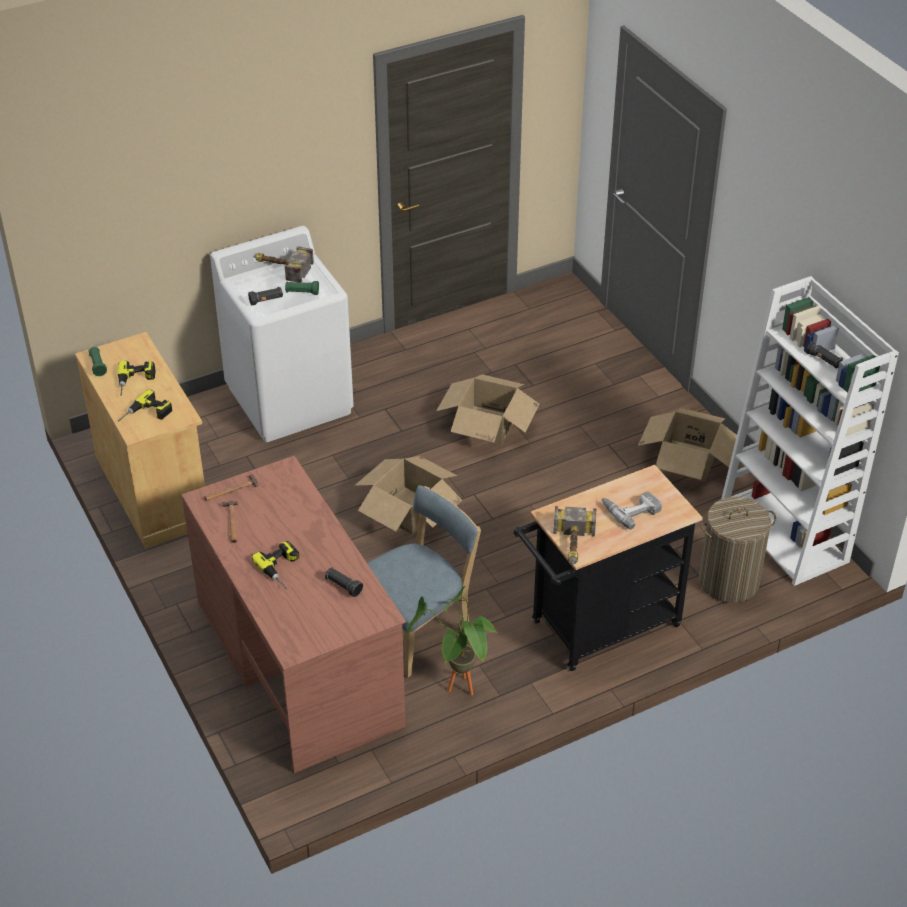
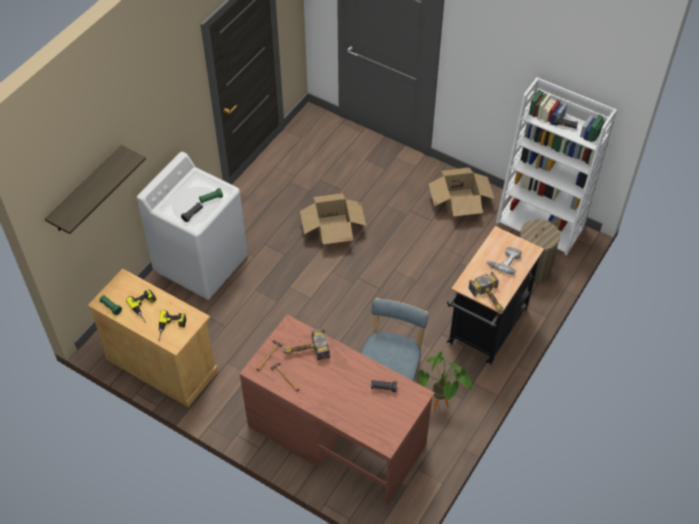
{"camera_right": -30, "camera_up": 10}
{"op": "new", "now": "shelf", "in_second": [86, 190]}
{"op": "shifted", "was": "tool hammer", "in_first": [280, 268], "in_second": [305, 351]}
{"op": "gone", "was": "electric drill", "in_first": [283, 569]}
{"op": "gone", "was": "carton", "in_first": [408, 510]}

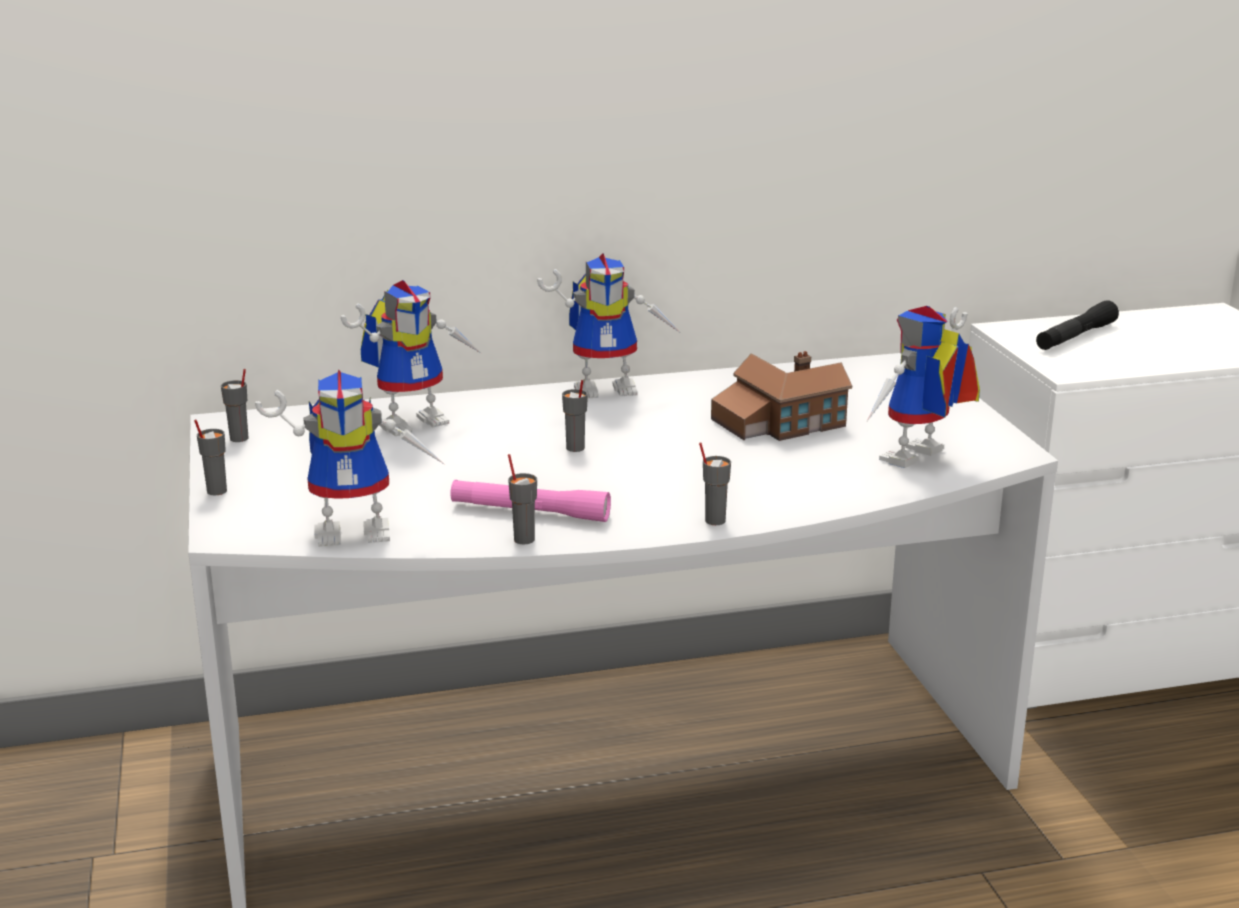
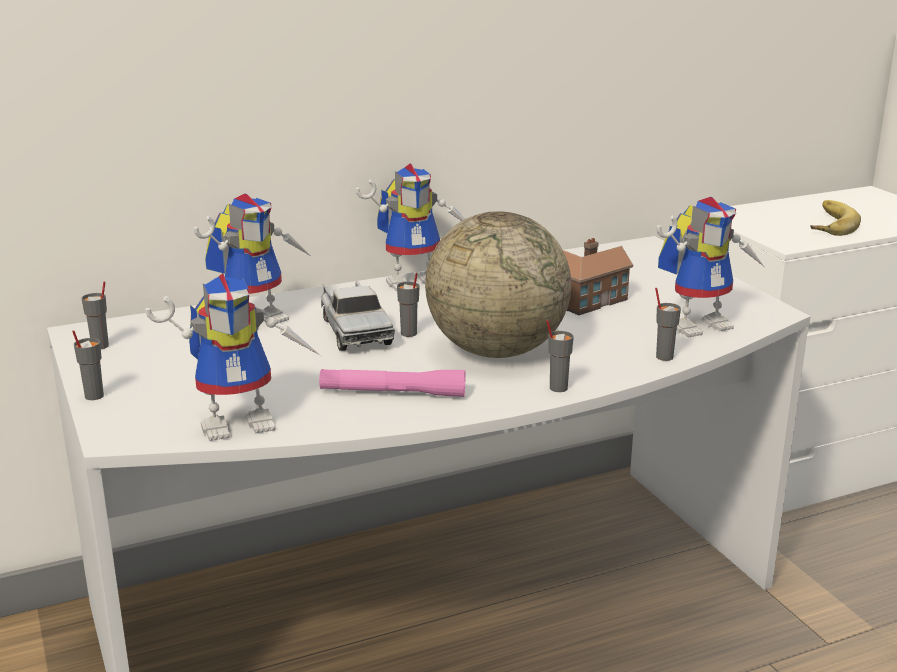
{"camera_right": -10, "camera_up": 0}
{"op": "new", "now": "toy lorry", "in_second": [354, 330]}
{"op": "new", "now": "desk globe", "in_second": [496, 351]}
{"op": "shifted", "was": "grey cup", "in_first": [524, 539], "in_second": [664, 357]}
{"op": "rotated", "was": "model robot", "in_first": [917, 461], "in_second": [700, 324], "clockwise": -150}
{"op": "new", "now": "whole banana", "in_second": [827, 224]}
{"op": "gone", "was": "blackish flashlight", "in_first": [1075, 337]}

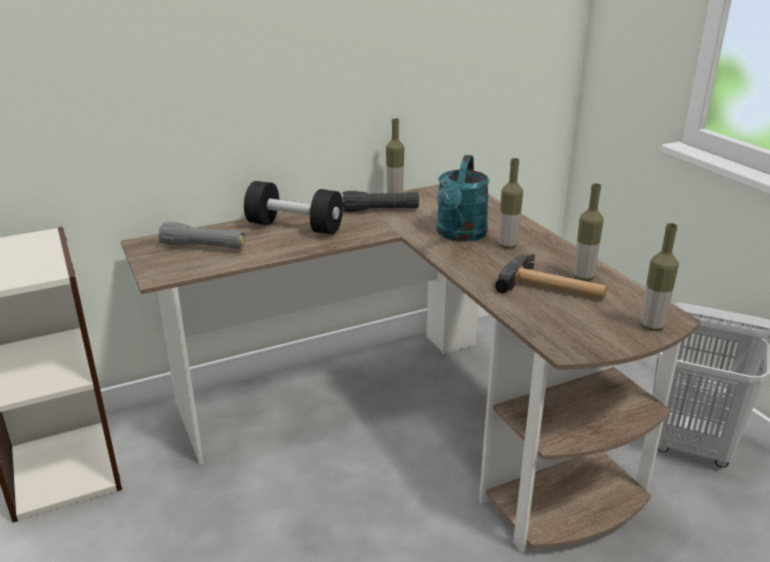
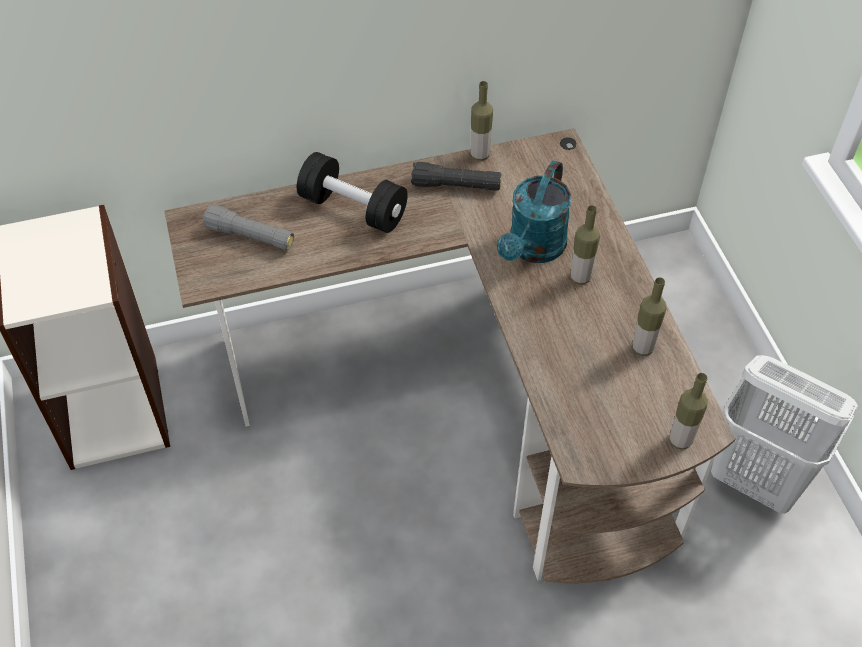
{"camera_right": 10, "camera_up": 25}
{"op": "gone", "was": "tool hammer", "in_first": [553, 288]}

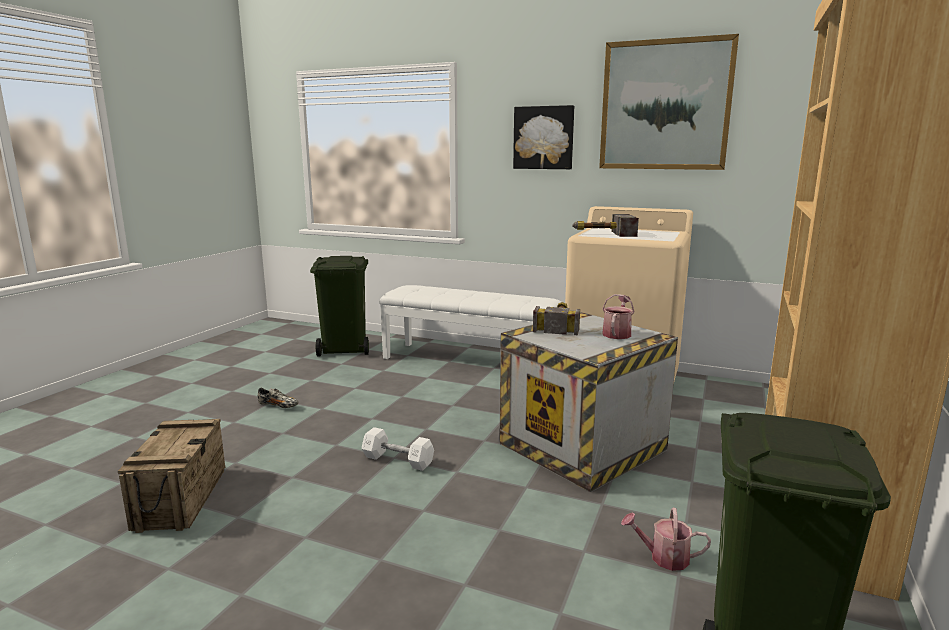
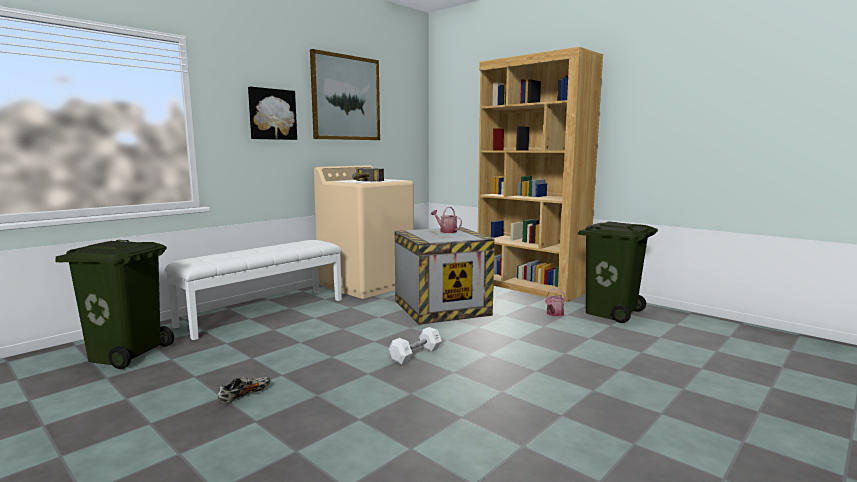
{"camera_right": -70, "camera_up": -5}
{"op": "gone", "was": "crate", "in_first": [180, 498]}
{"op": "gone", "was": "tool hammer", "in_first": [559, 324]}

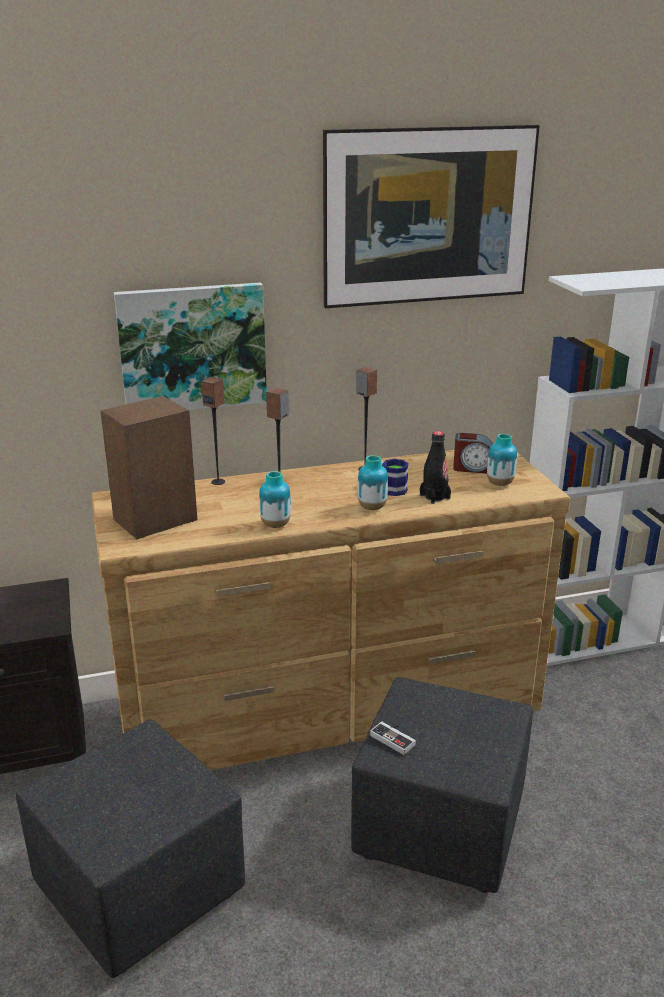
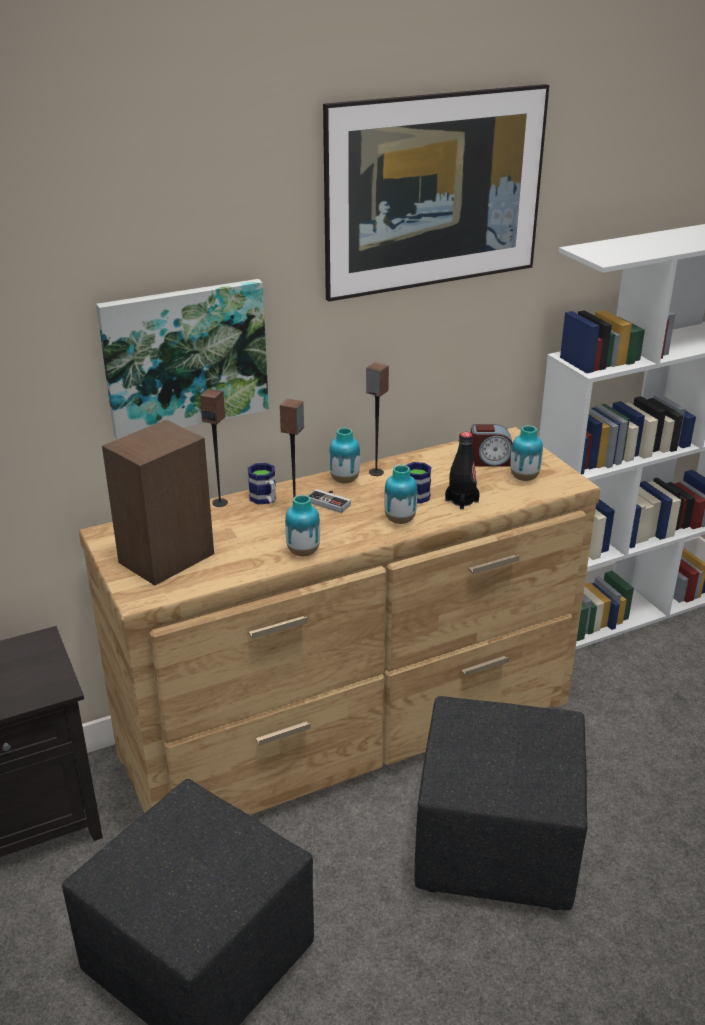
{"camera_right": -10, "camera_up": 5}
{"op": "new", "now": "tea mug", "in_second": [265, 500]}
{"op": "shifted", "was": "joypad", "in_first": [395, 738], "in_second": [331, 501]}
{"op": "new", "now": "flower vase", "in_second": [344, 480]}

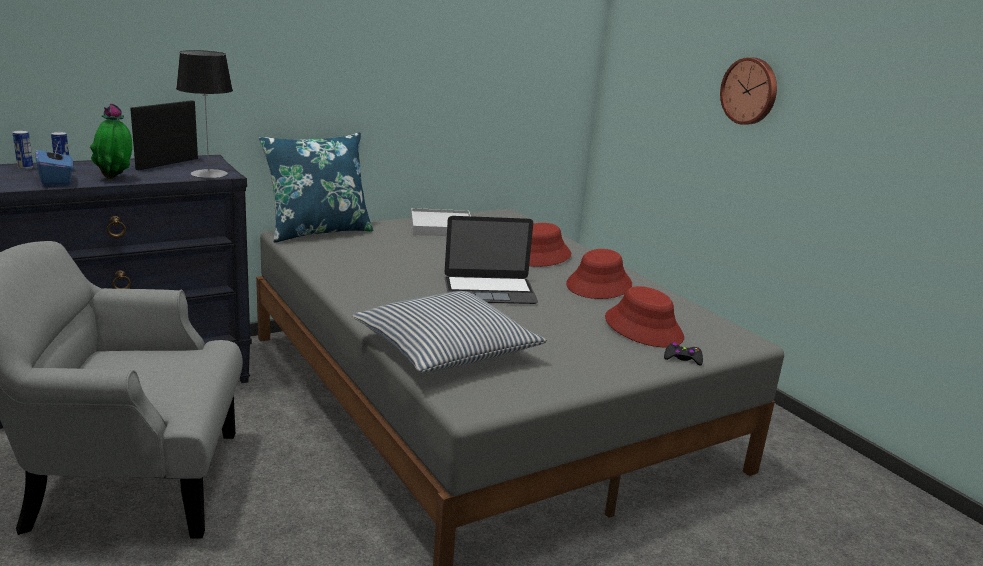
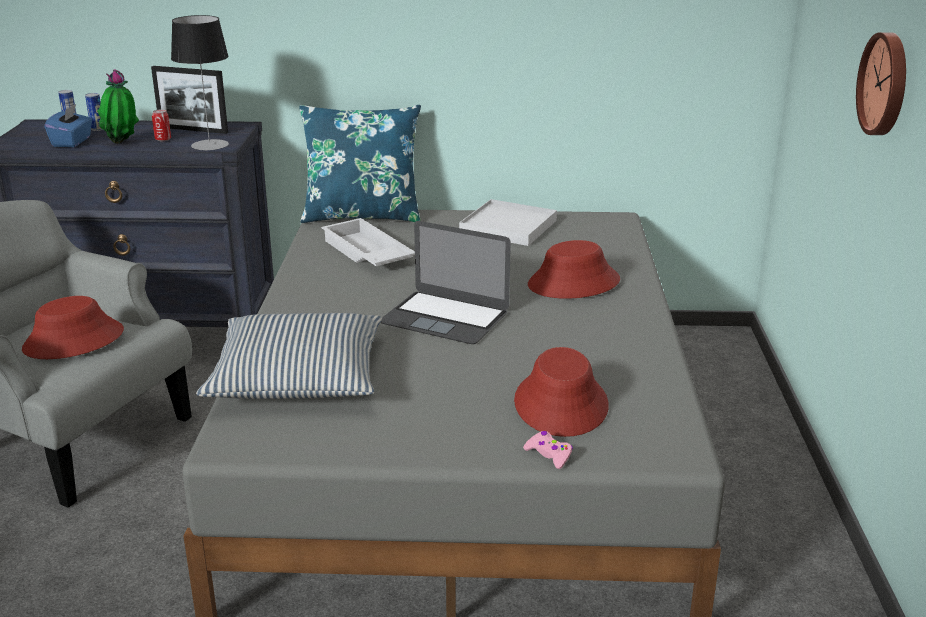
{"camera_right": 35, "camera_up": 5}
{"op": "shifted", "was": "reddish clothing hat", "in_first": [599, 285], "in_second": [74, 340]}
{"op": "rotated", "was": "photo frame", "in_first": [167, 164], "in_second": [193, 130], "clockwise": -135}
{"op": "new", "now": "metal can", "in_second": [163, 139]}
{"op": "new", "now": "whitish serving tray", "in_second": [365, 253]}
{"op": "repainted", "was": "blackish joypad", "now": "pink joypad", "in_first": [682, 359], "in_second": [549, 454]}

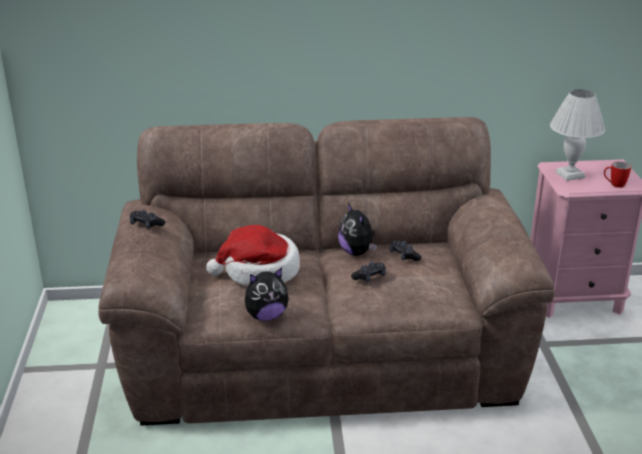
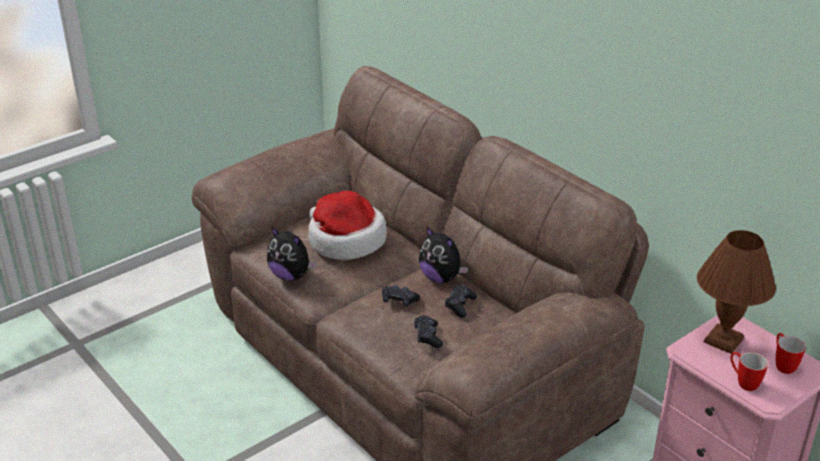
{"camera_right": 55, "camera_up": 5}
{"op": "shifted", "was": "blackish joypad", "in_first": [146, 225], "in_second": [428, 336]}
{"op": "rotated", "was": "soft toy", "in_first": [357, 252], "in_second": [441, 278], "clockwise": -75}
{"op": "repainted", "was": "whitish lamp for a table", "now": "brown lamp for a table", "in_first": [569, 175], "in_second": [722, 340]}
{"op": "new", "now": "tea mug", "in_second": [782, 364]}

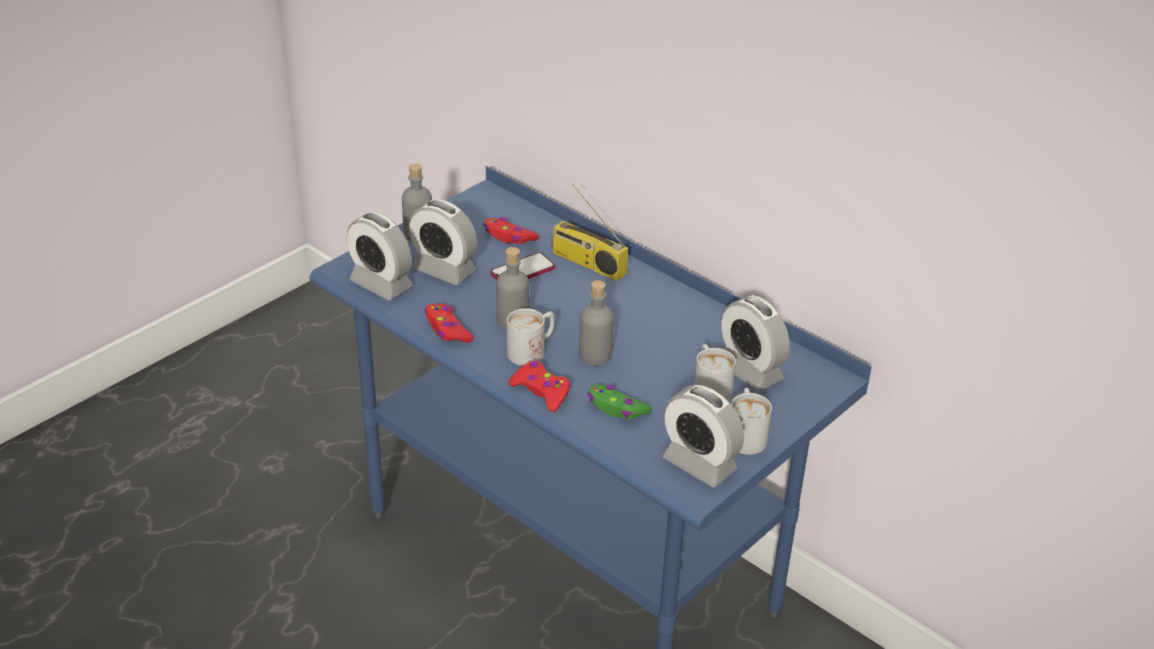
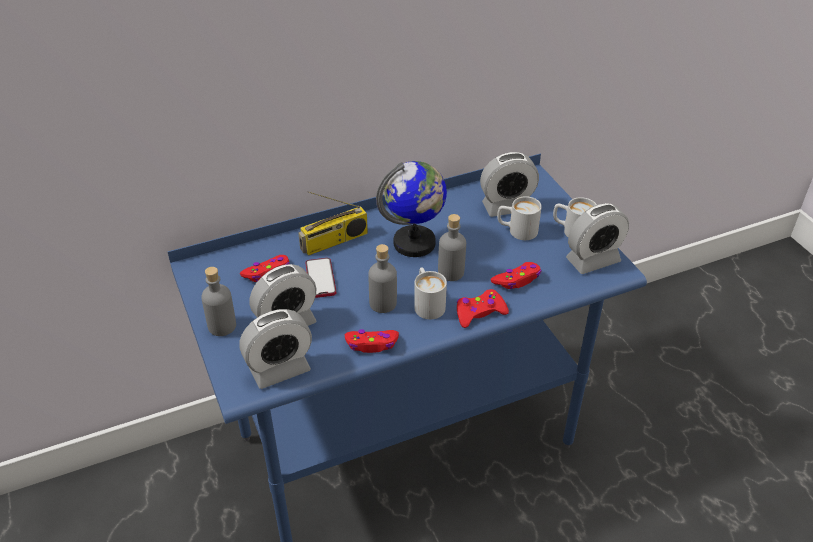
{"camera_right": -65, "camera_up": 5}
{"op": "new", "now": "desk globe", "in_second": [415, 243]}
{"op": "repainted", "was": "green joypad", "now": "reddish joypad", "in_first": [617, 408], "in_second": [517, 280]}

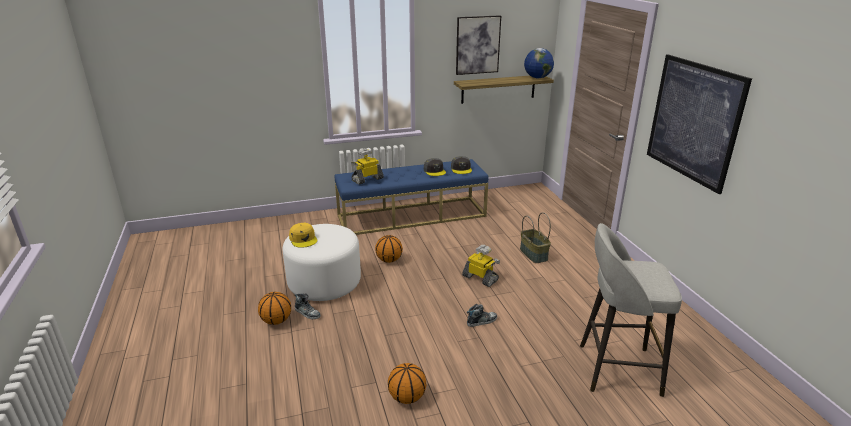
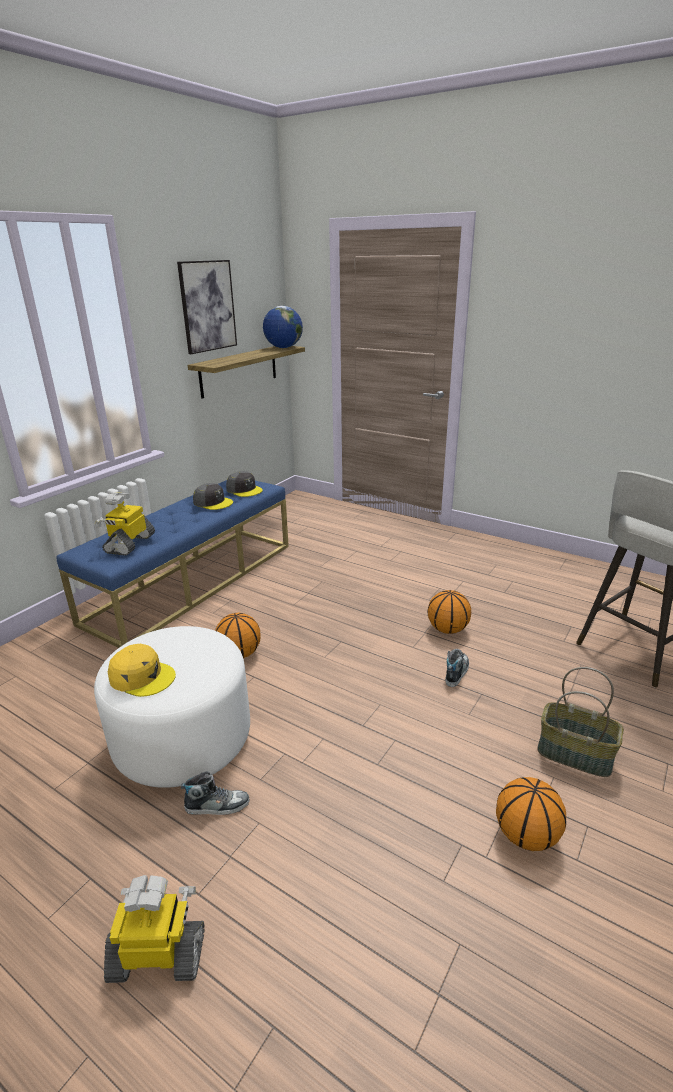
{"camera_right": -40, "camera_up": 0}
{"op": "shifted", "was": "model robot", "in_first": [480, 278], "in_second": [159, 954]}
{"op": "shifted", "was": "ball for basketball", "in_first": [276, 321], "in_second": [447, 630]}
{"op": "shifted", "was": "storage basket", "in_first": [534, 254], "in_second": [575, 754]}
{"op": "gone", "was": "wall picture", "in_first": [693, 121]}

